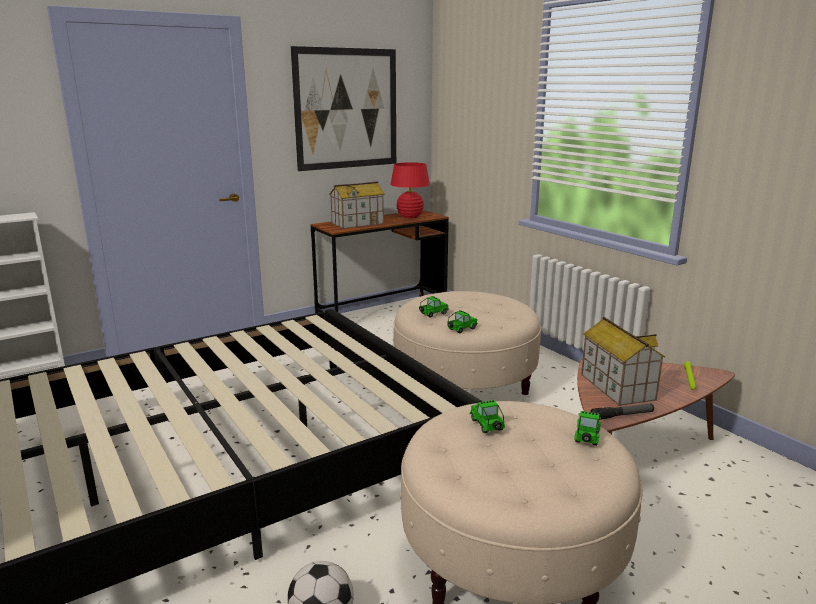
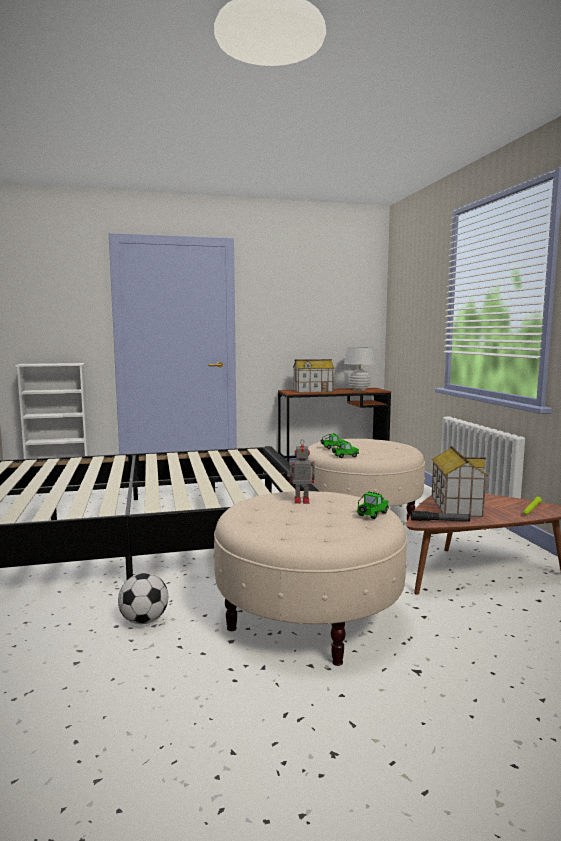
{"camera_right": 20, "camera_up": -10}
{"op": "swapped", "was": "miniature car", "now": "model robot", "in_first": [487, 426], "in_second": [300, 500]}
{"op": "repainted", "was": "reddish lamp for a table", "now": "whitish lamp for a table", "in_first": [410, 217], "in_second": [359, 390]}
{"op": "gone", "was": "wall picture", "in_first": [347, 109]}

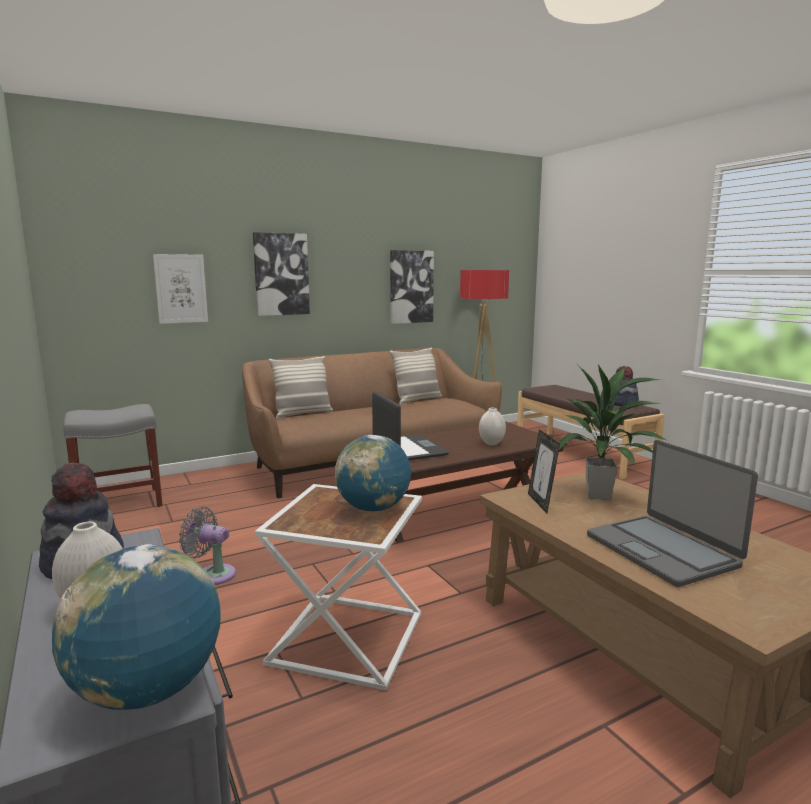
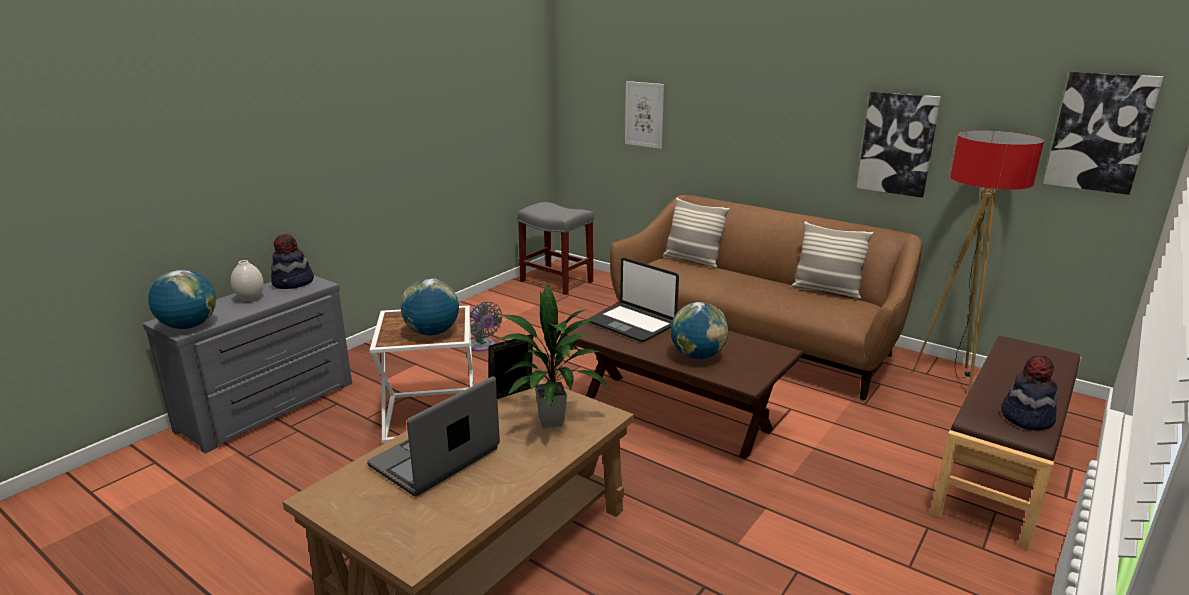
{"camera_right": 65, "camera_up": 10}
{"op": "rotated", "was": "grey cooling fan", "in_first": [212, 574], "in_second": [482, 346], "clockwise": 150}
{"op": "rotated", "was": "portable computer", "in_first": [408, 449], "in_second": [632, 323], "clockwise": 90}
{"op": "swapped", "was": "whitish flower vase", "now": "desk globe", "in_first": [491, 443], "in_second": [697, 356]}
{"op": "shifted", "was": "wall picture", "in_first": [281, 274], "in_second": [1100, 132]}

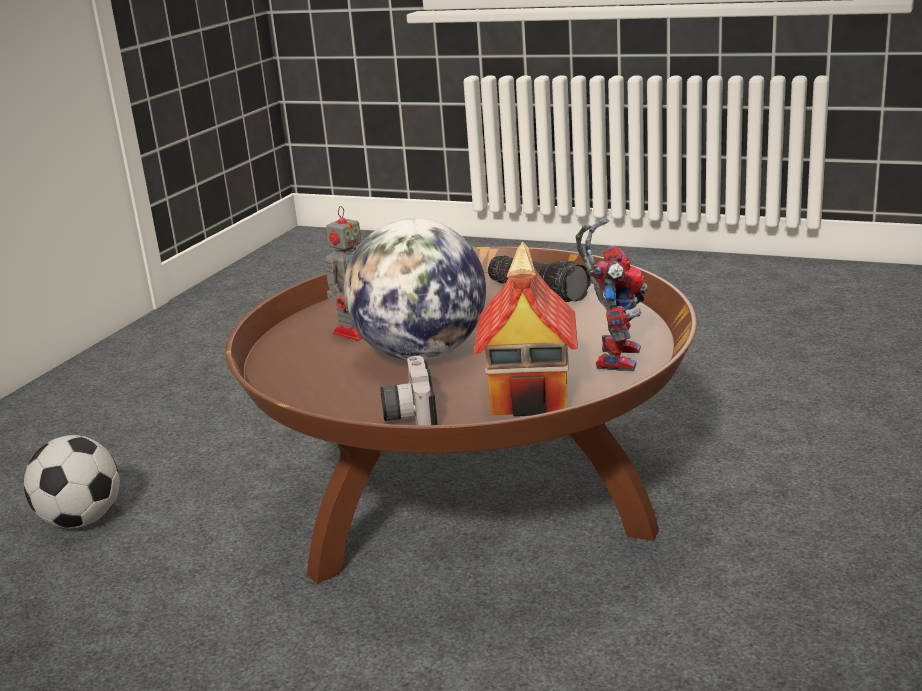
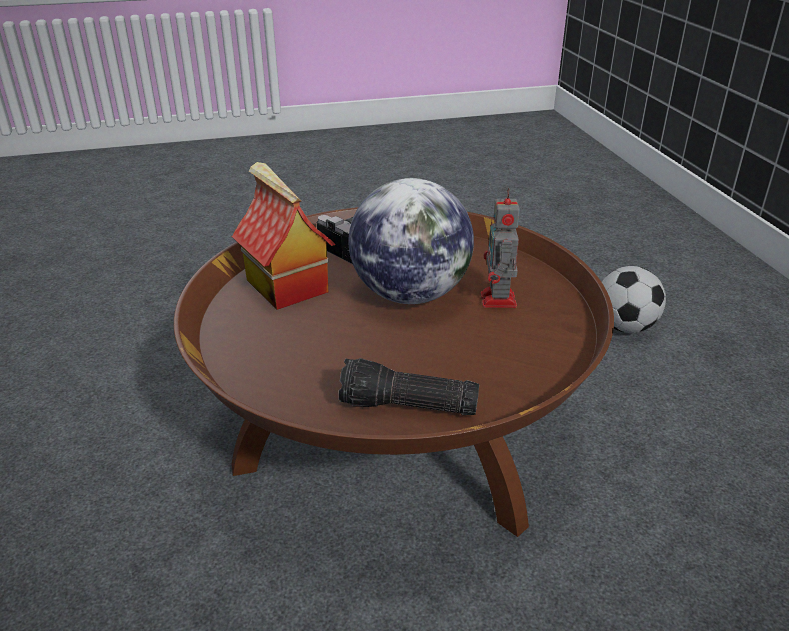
{"camera_right": 140, "camera_up": 10}
{"op": "gone", "was": "model robot", "in_first": [614, 355]}

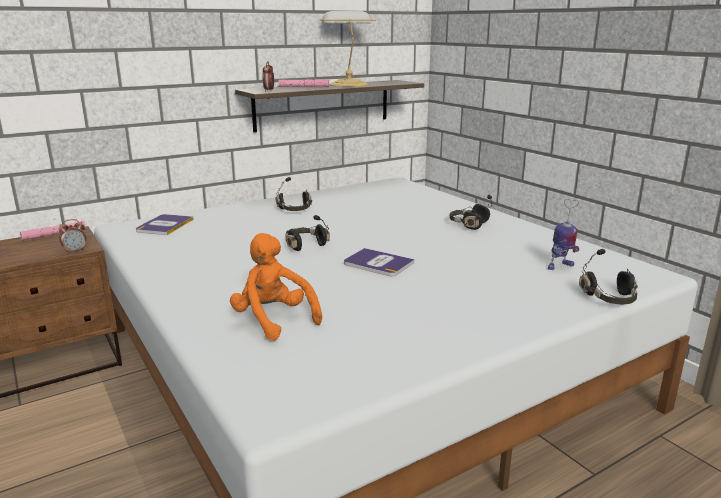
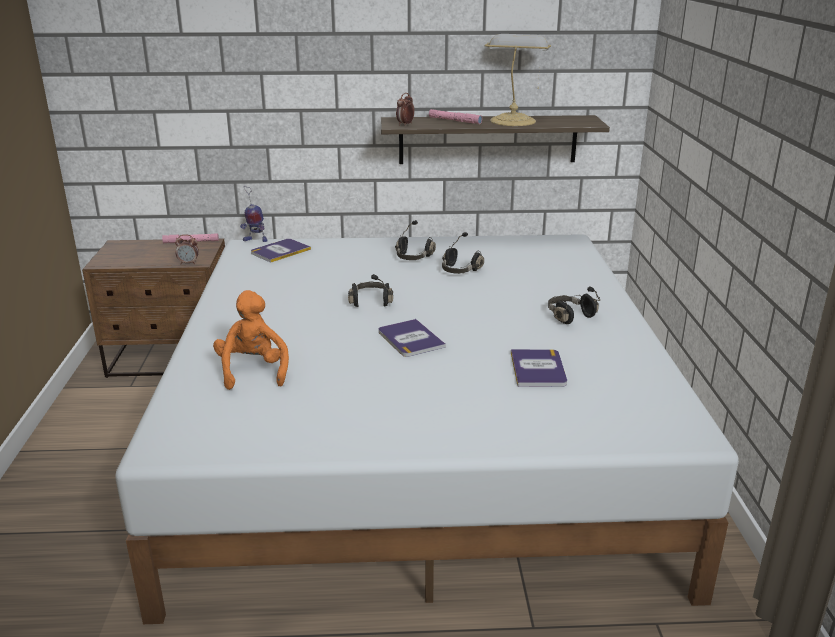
{"camera_right": 30, "camera_up": 5}
{"op": "shifted", "was": "model robot", "in_first": [559, 266], "in_second": [255, 240]}
{"op": "shifted", "was": "blackish headset", "in_first": [610, 299], "in_second": [459, 271]}
{"op": "new", "now": "volume", "in_second": [538, 369]}

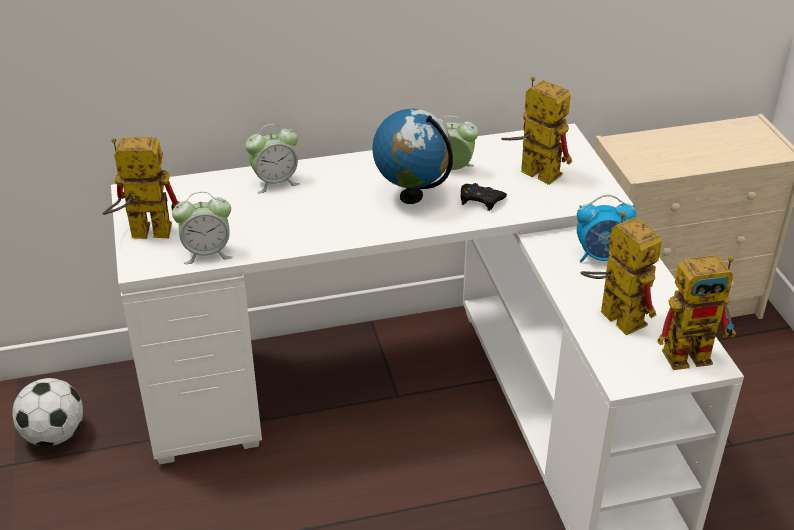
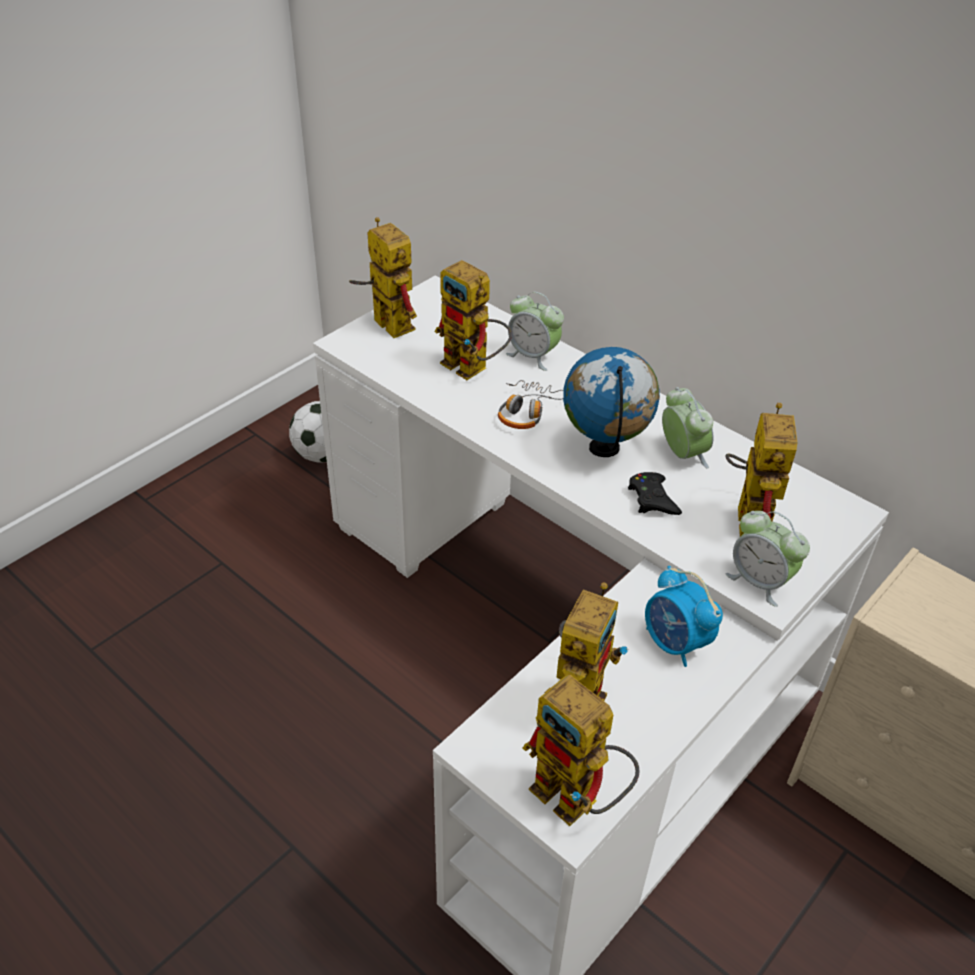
{"camera_right": 55, "camera_up": 5}
{"op": "new", "now": "model robot", "in_second": [473, 368]}
{"op": "new", "now": "headset", "in_second": [527, 411]}
{"op": "shifted", "was": "bedside clock", "in_first": [207, 253], "in_second": [759, 581]}

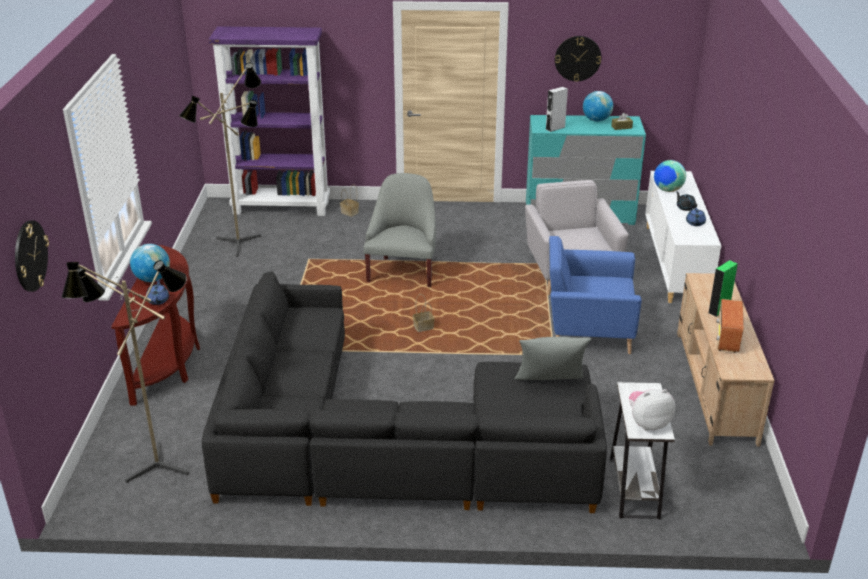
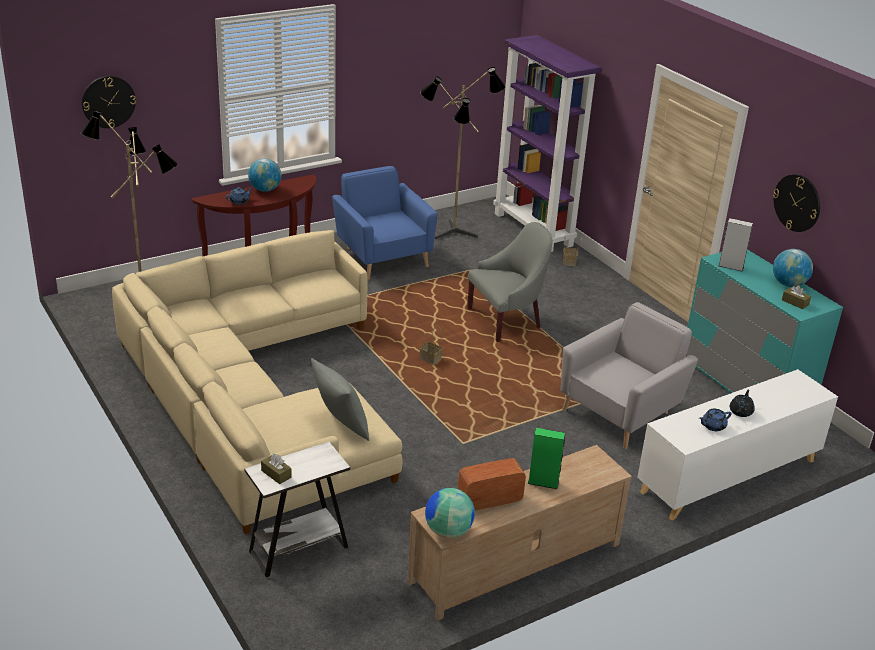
{"camera_right": 55, "camera_up": 0}
{"op": "repainted", "was": "blackish couch", "now": "beige couch", "in_first": [389, 441], "in_second": [254, 395]}
{"op": "swapped", "was": "soft toy", "now": "brown tissue holder", "in_first": [648, 423], "in_second": [276, 474]}
{"op": "shifted", "was": "blue-coloured easy chair", "in_first": [587, 330], "in_second": [382, 256]}
{"op": "shifted", "was": "desk globe", "in_first": [667, 190], "in_second": [448, 531]}

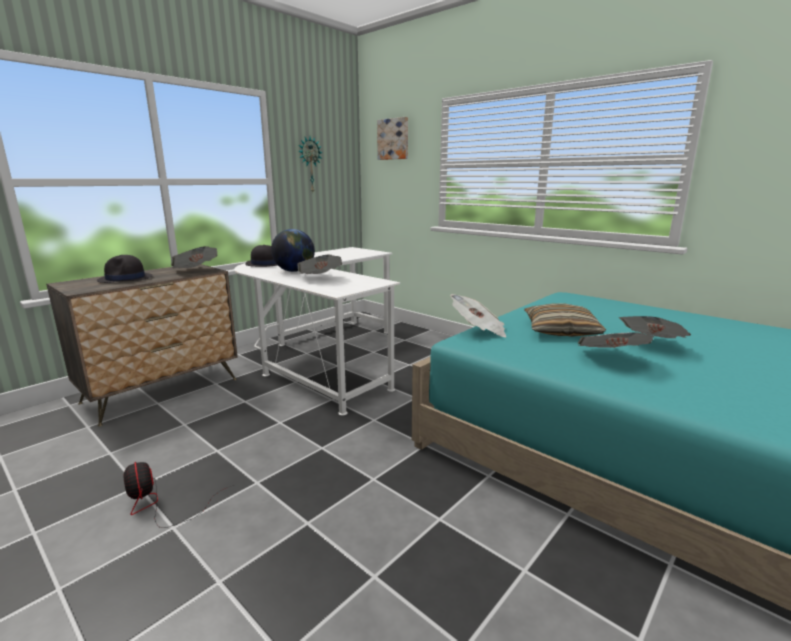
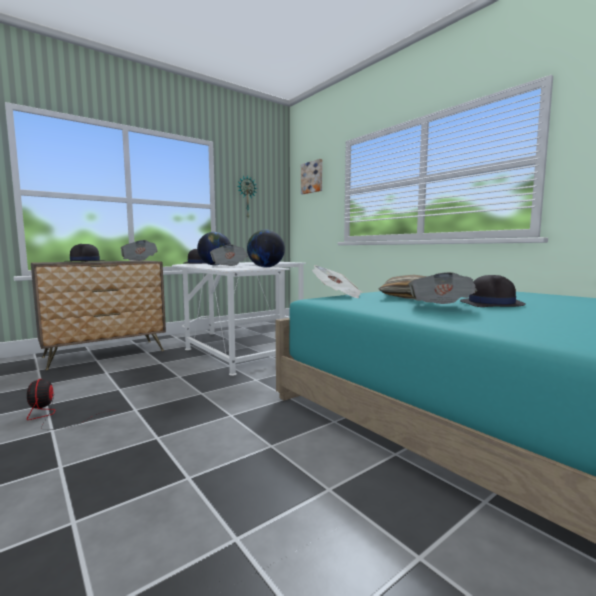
{"camera_right": 10, "camera_up": -10}
{"op": "new", "now": "desk globe", "in_second": [265, 267]}
{"op": "swapped", "was": "newspaper", "now": "blackish clothing hat", "in_first": [651, 344], "in_second": [491, 304]}

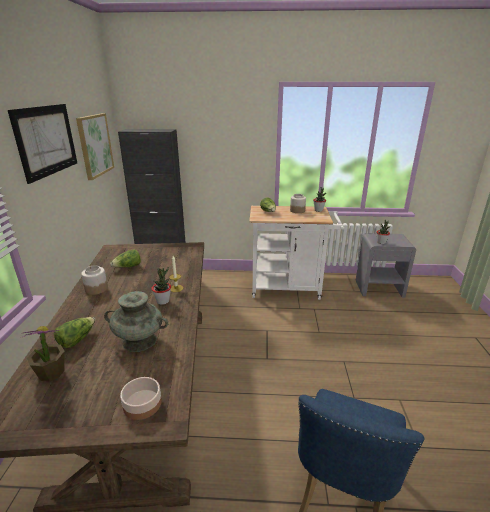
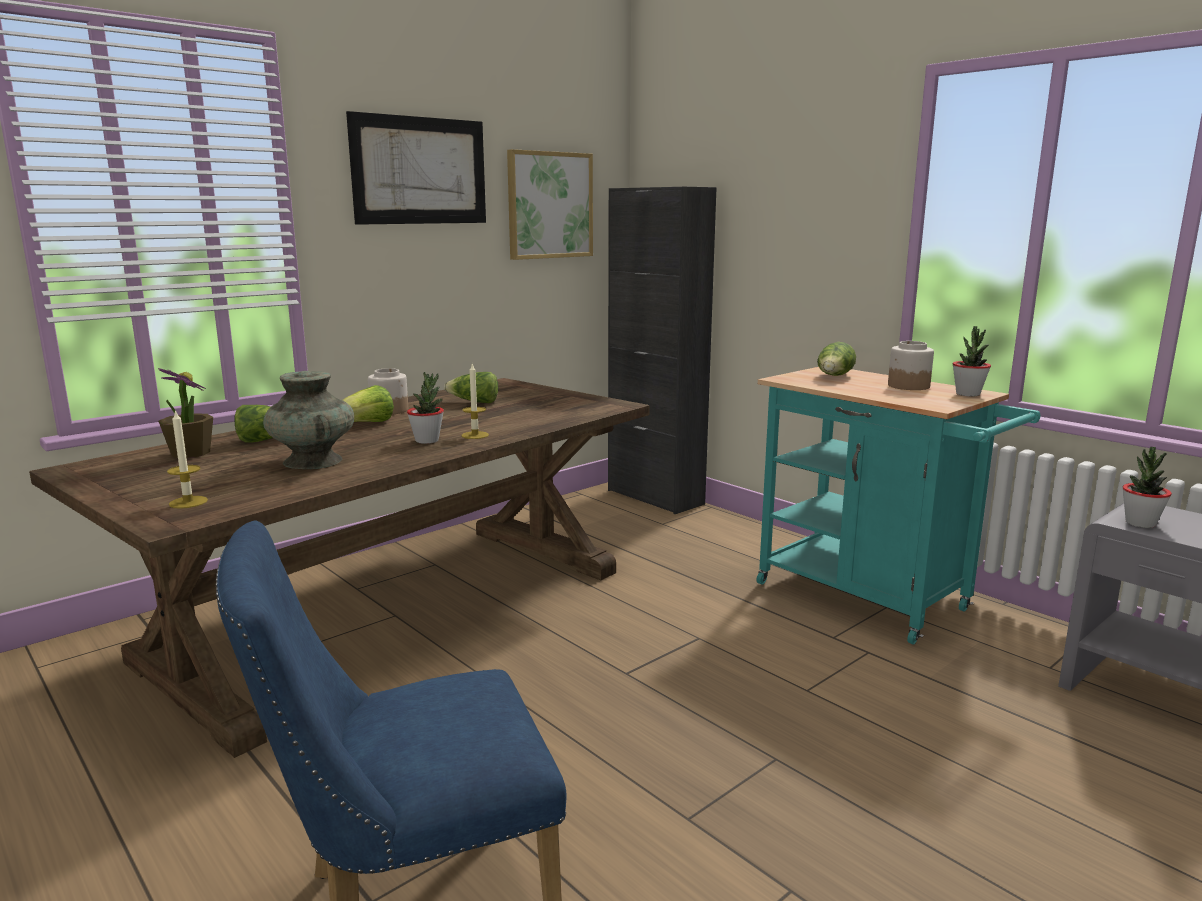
{"camera_right": 45, "camera_up": -10}
{"op": "swapped", "was": "serving bowl", "now": "wax light", "in_first": [142, 403], "in_second": [188, 502]}
{"op": "new", "now": "head of lettuce", "in_second": [367, 424]}
{"op": "repainted", "was": "whitish wheeled cart", "now": "turquoise-coloured wheeled cart", "in_first": [290, 288], "in_second": [872, 600]}

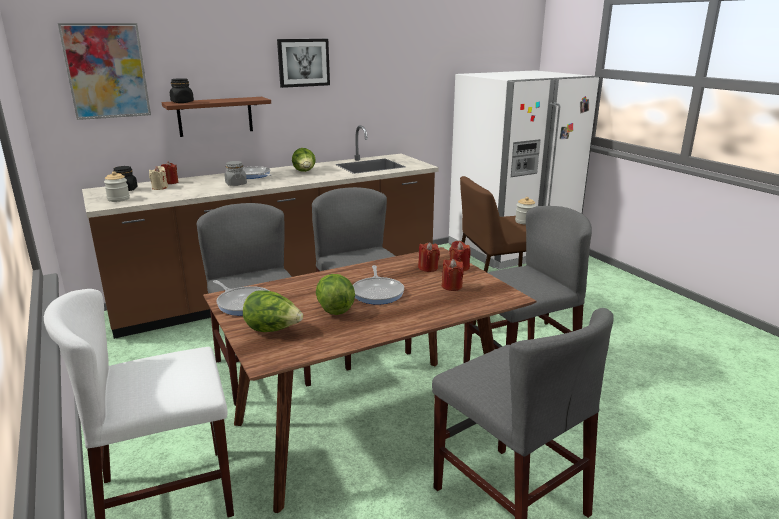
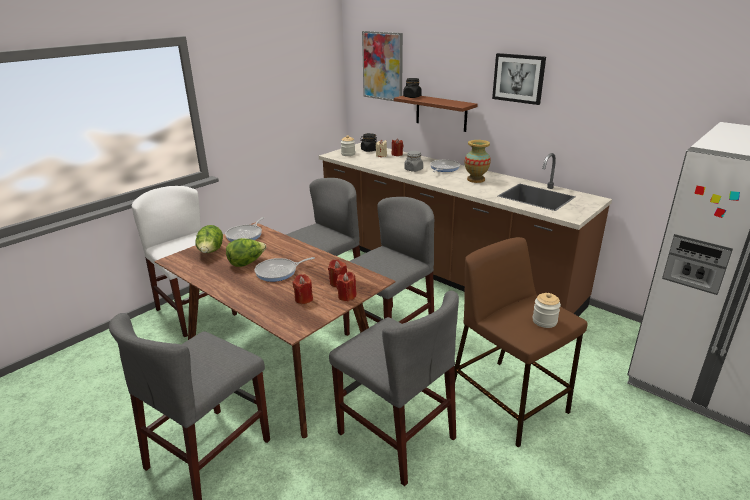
{"camera_right": 70, "camera_up": 5}
{"op": "swapped", "was": "head of lettuce", "now": "flower vase", "in_first": [304, 172], "in_second": [476, 180]}

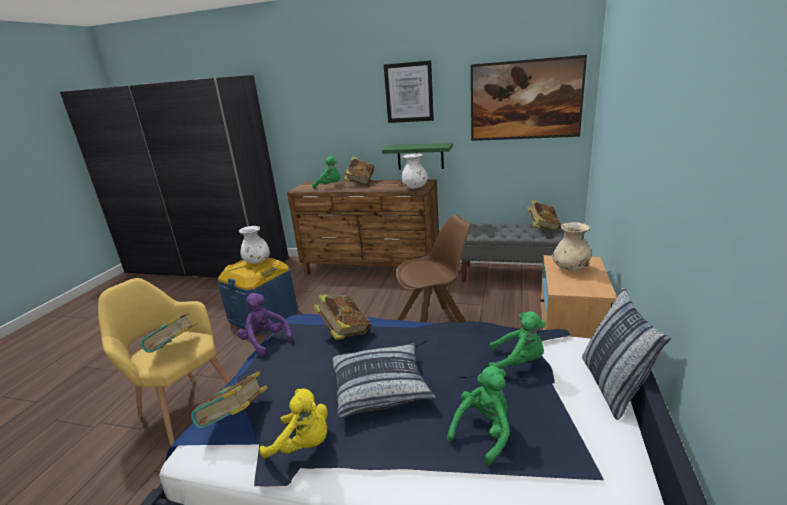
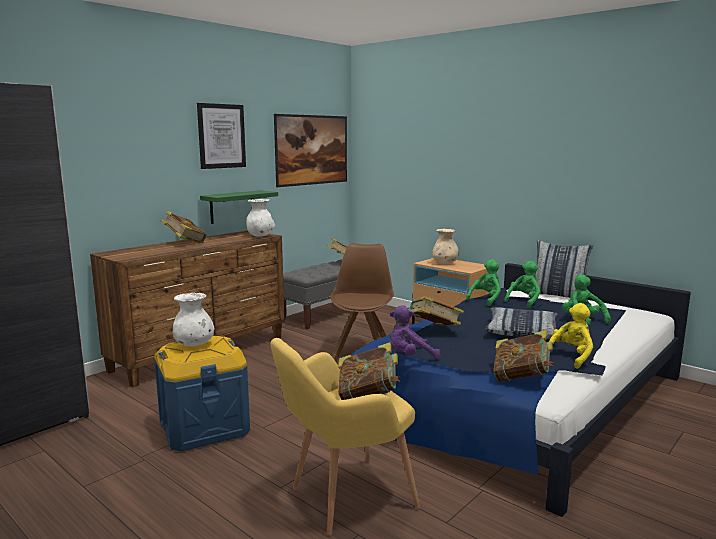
{"camera_right": -65, "camera_up": -10}
{"op": "shifted", "was": "green soft toy", "in_first": [330, 186], "in_second": [486, 299]}

